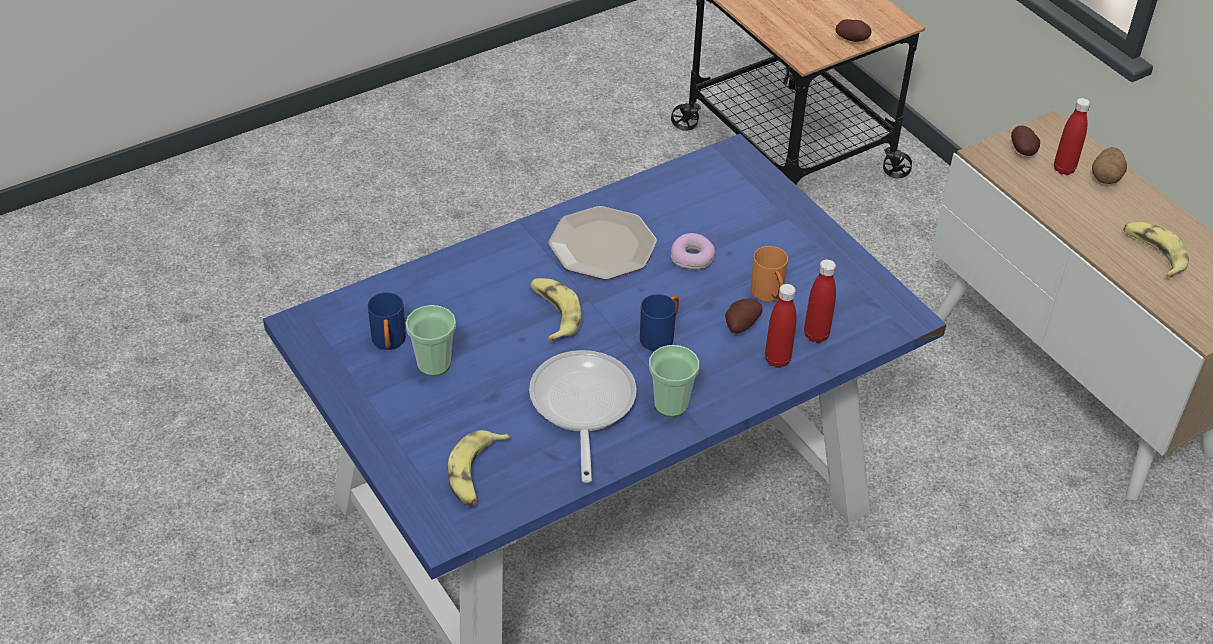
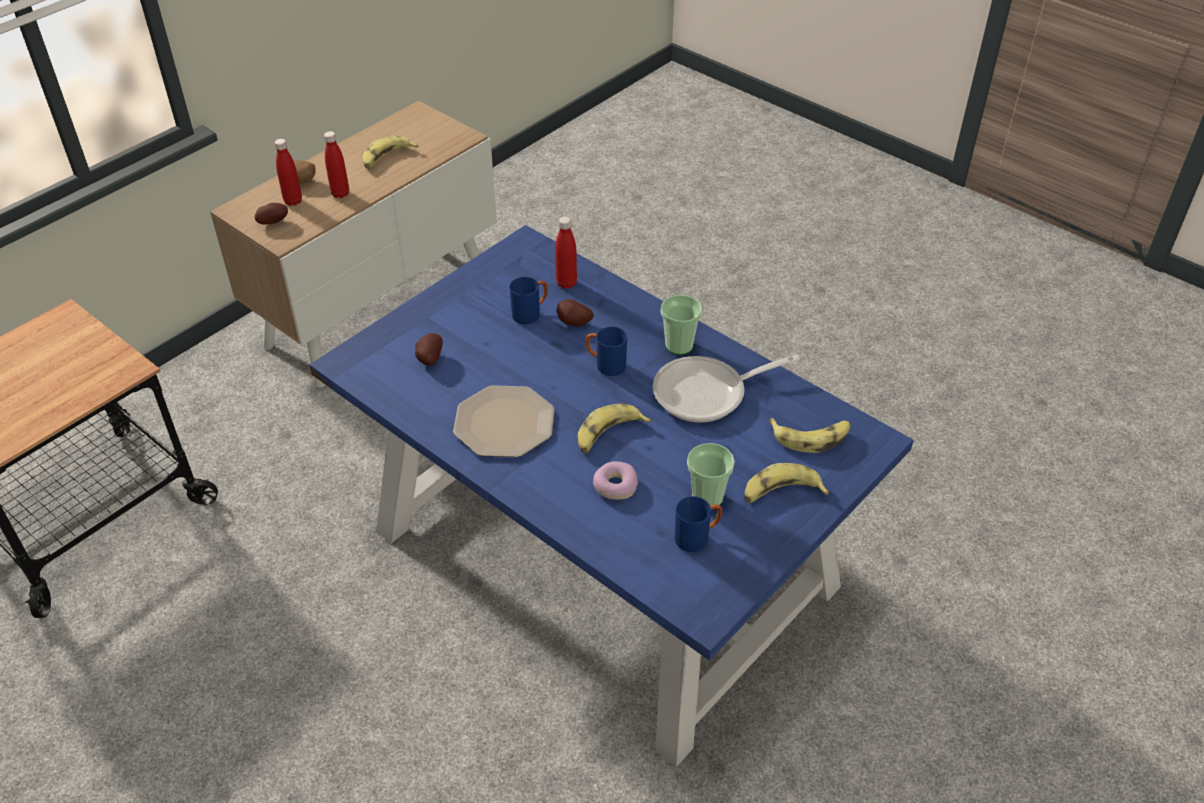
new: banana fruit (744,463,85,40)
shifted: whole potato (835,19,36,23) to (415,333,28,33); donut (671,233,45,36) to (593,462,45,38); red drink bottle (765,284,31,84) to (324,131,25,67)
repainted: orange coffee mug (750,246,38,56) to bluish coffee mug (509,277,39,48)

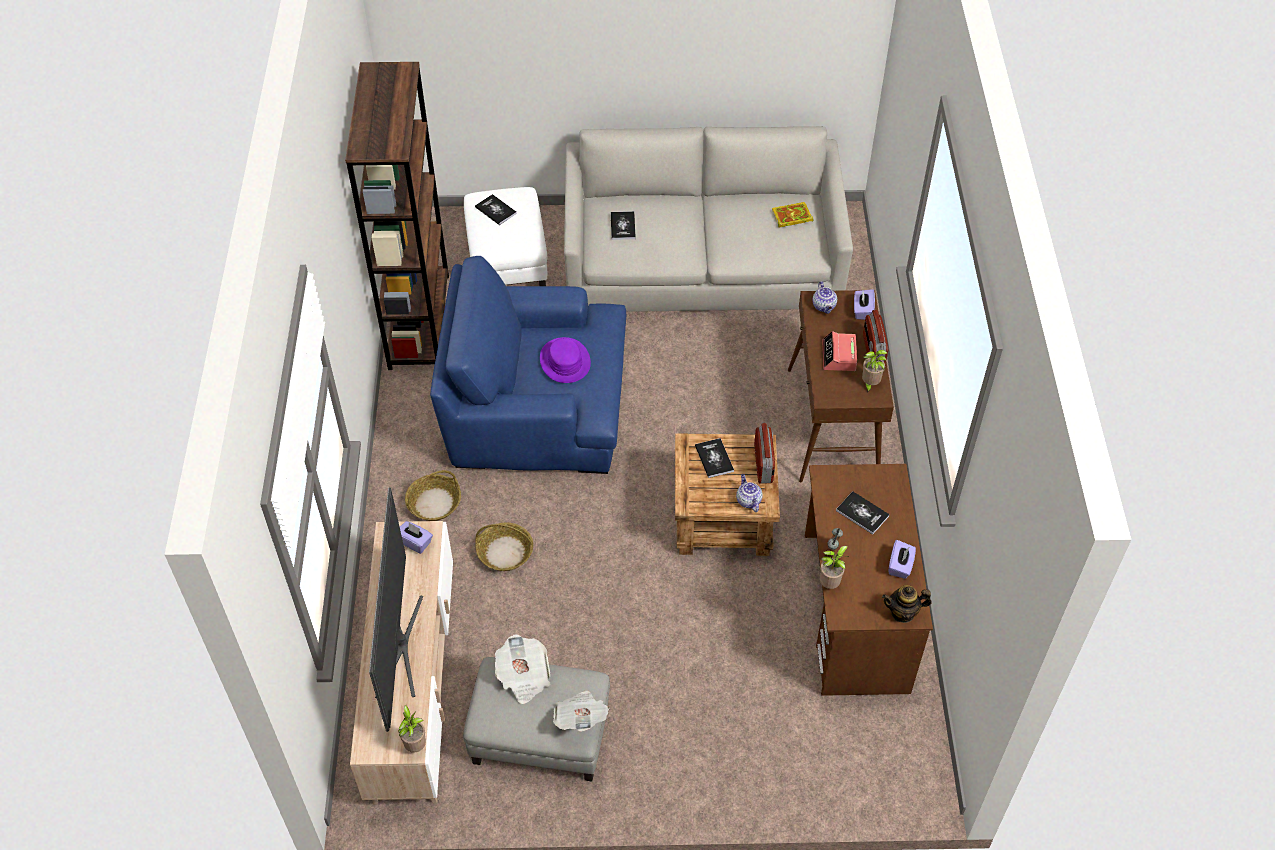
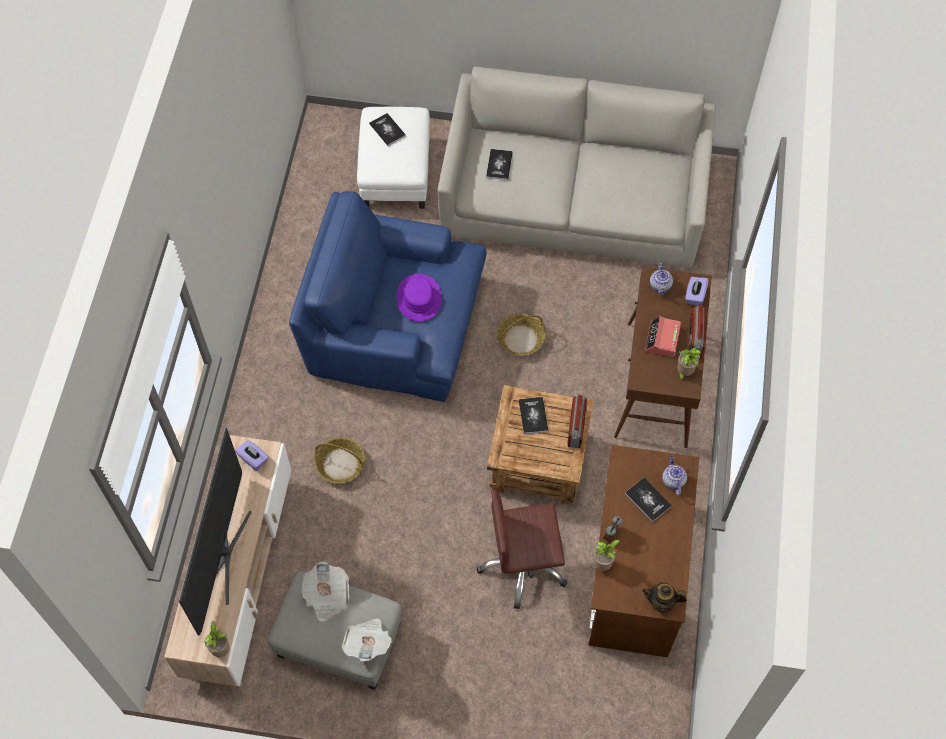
gone: brownish shelving unit (345,62,104,308); book (772,202,42,26); purple tissue box (889,540,27,39)
new: brownish computer chair (477,489,91,120)
shifted: storage basket (405,470,56,51) to (497,314,48,42); teapot (736,474,27,38) to (662,456,25,39)

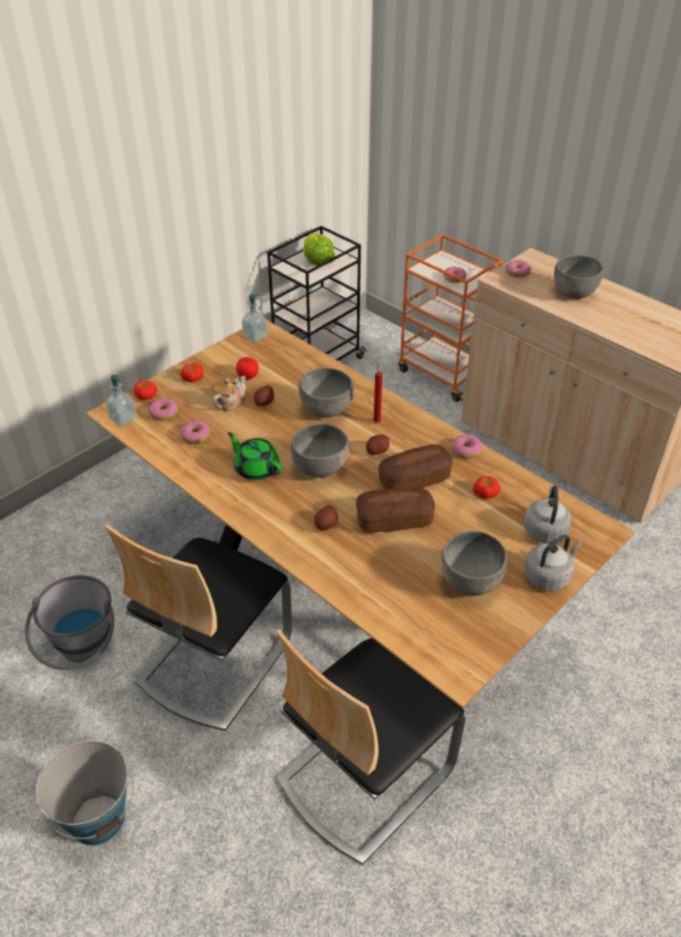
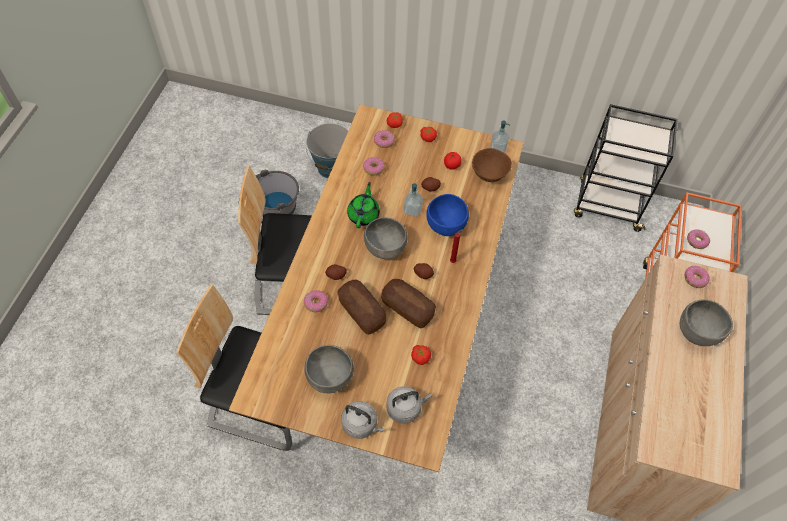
gone: lettuce head (303,233,32,32); teapot (212,376,34,35)
new: brownish bowl (472,148,40,34)
shifted: liquid soap bottle (106,374,30,52) to (403,183,20,34); donut (452,434,30,25) to (304,290,24,22); pail (36,740,98,106) to (306,123,42,55)
repainted: grey bowl (299,368,55,50) to bluish bowl (427,194,42,42)

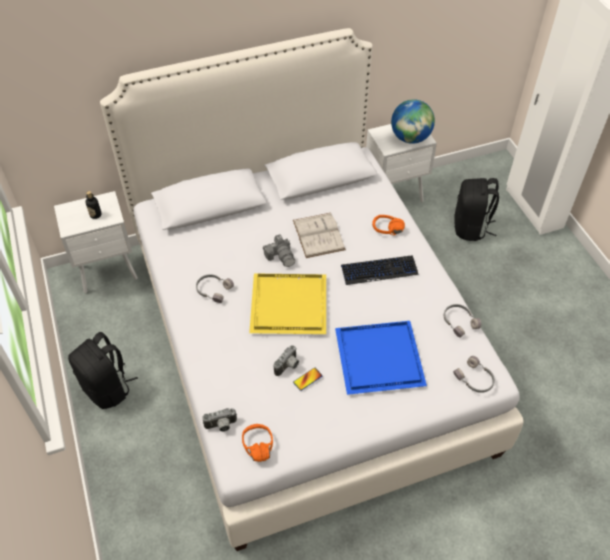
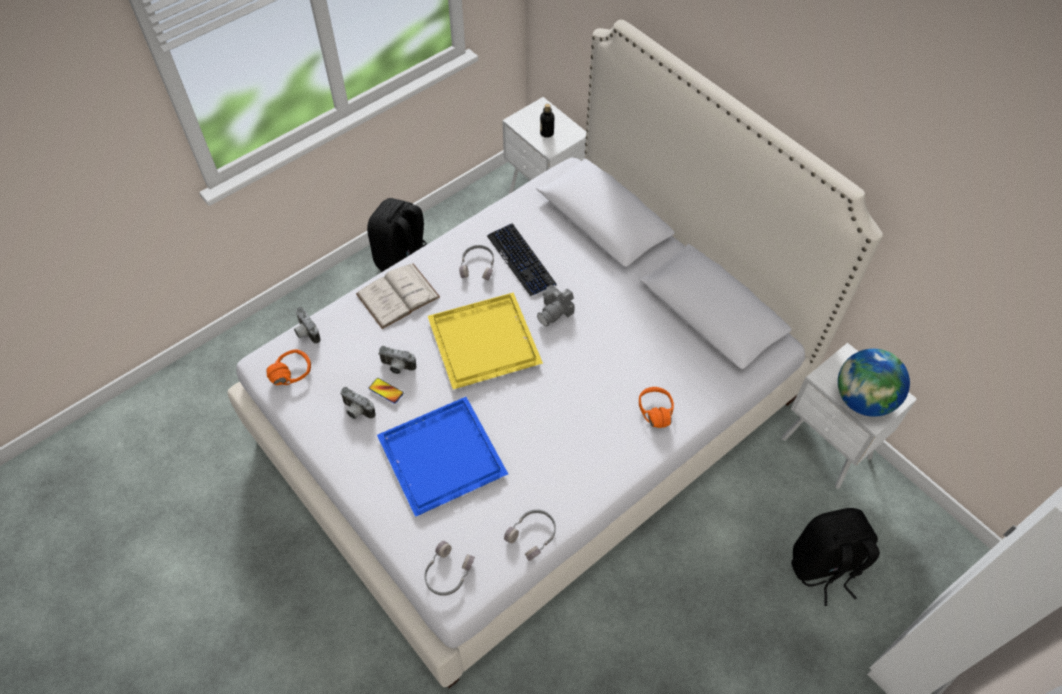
new: still camera (340,387,36,32)
shifted: white-coloured book (293,213,53,45) to (356,264,84,65); PC keyboard (341,255,78,30) to (487,223,69,73)

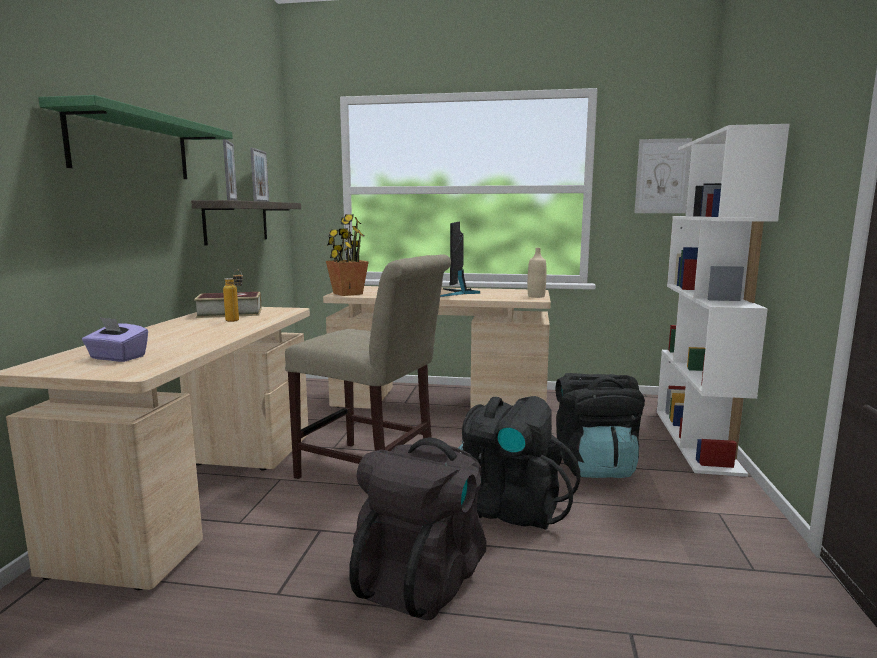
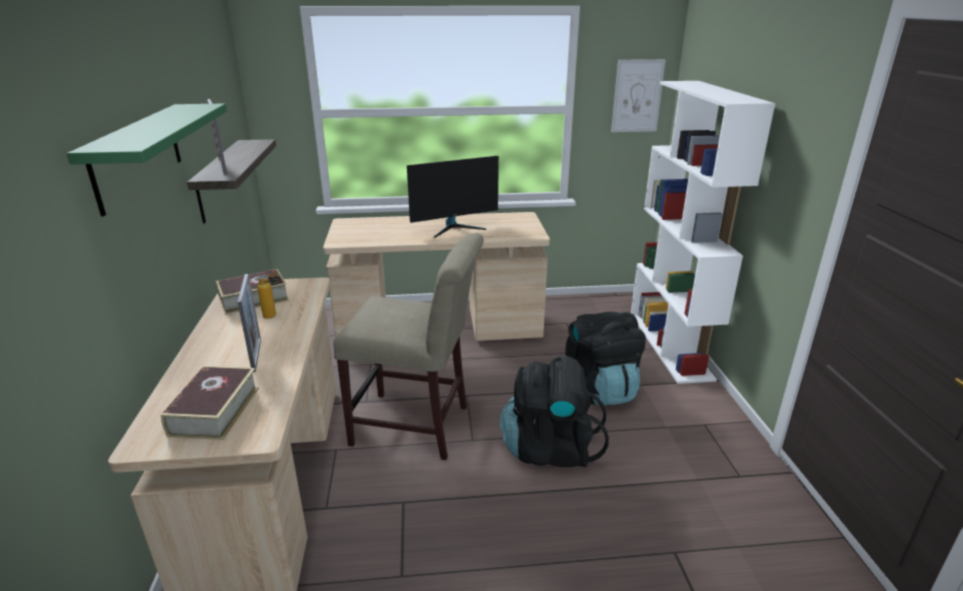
gone: potted plant (326,214,43,82); beige drink bottle (528,248,18,50); black rucksack (349,438,138,182)
shifted: standing frame (250,148,19,54) to (238,274,23,98)
swapped: purple tissue box (82,317,66,45) to book (161,366,98,74)
rotated: computer screen (440,222,40,75) = (407,156,92,82) 105 degrees counterclockwise

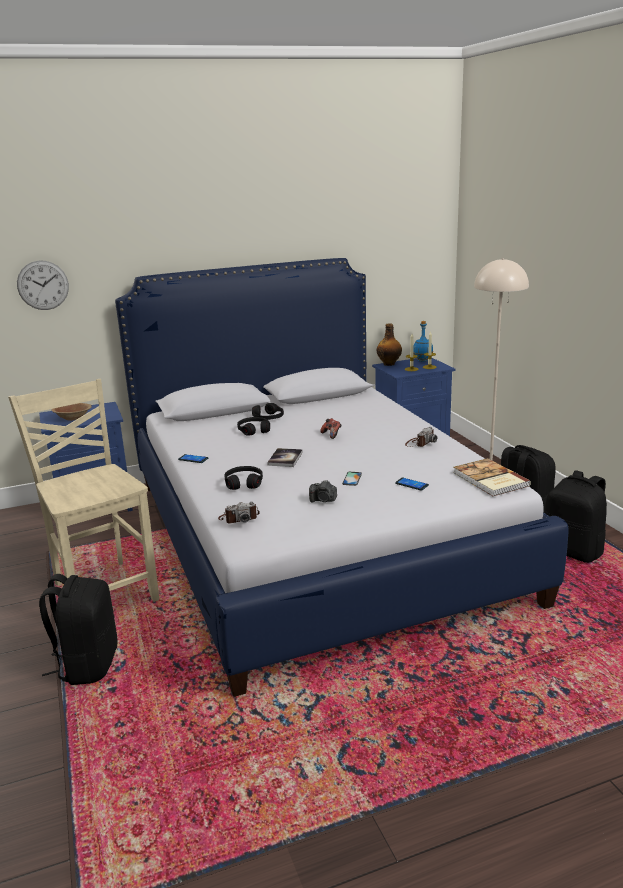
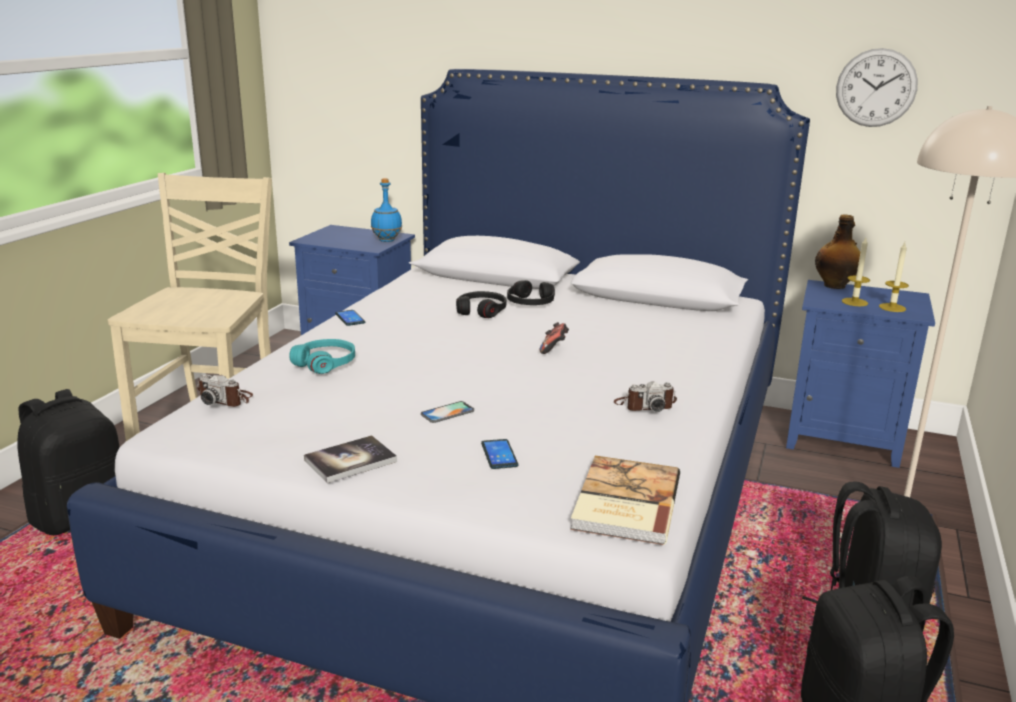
gone: brownish bowl (51,403,41,18); still camera (309,480,28,22)
shifted: clock on the wall (17,260,52,50) to (836,48,82,79); bluish drink bottle (413,321,20,41) to (371,178,31,64); book (267,448,36,19) to (304,436,93,47)
repainted: black headphones (224,466,39,24) to turquoise headphones (289,339,66,35)

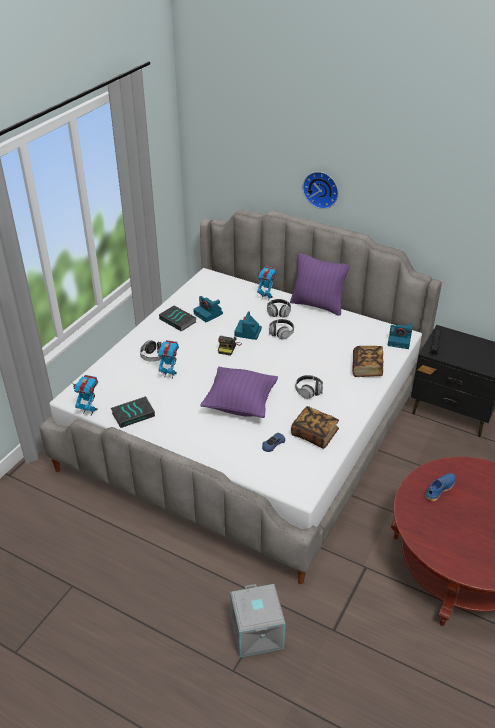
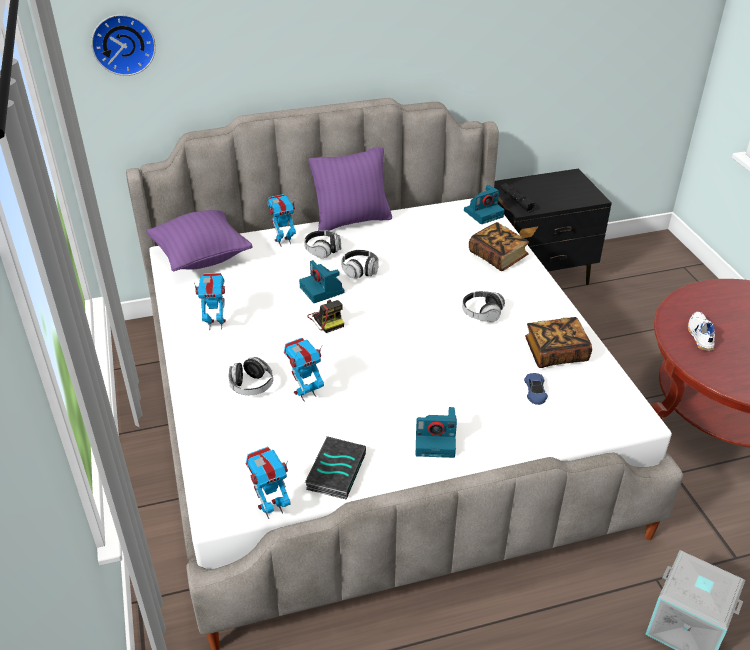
shifted: clock on the wall (303,172,35,37) to (91,15,65,61); still camera (193,296,30,27) to (416,407,41,51); purple pillow (201,367,77,51) to (146,210,106,62)
swapped: book (159,306,37,26) to model robot (194,273,32,57)
repainted: bluish low shoe (425,473,31,28) to white-coloured low shoe (688,312,27,39)

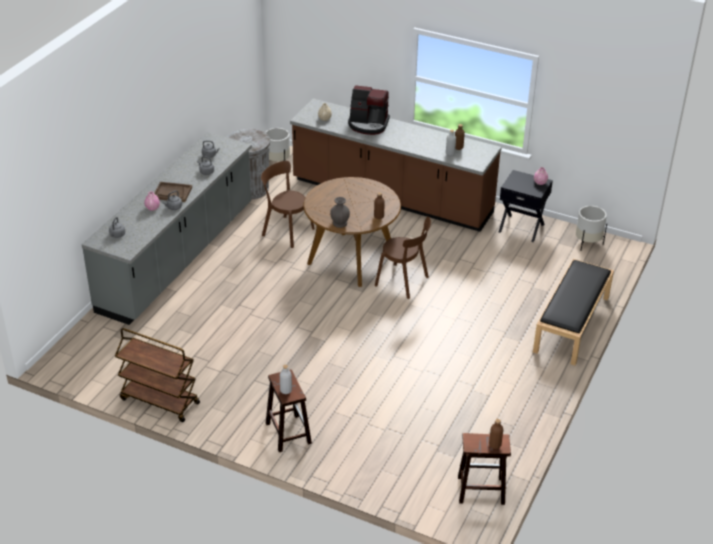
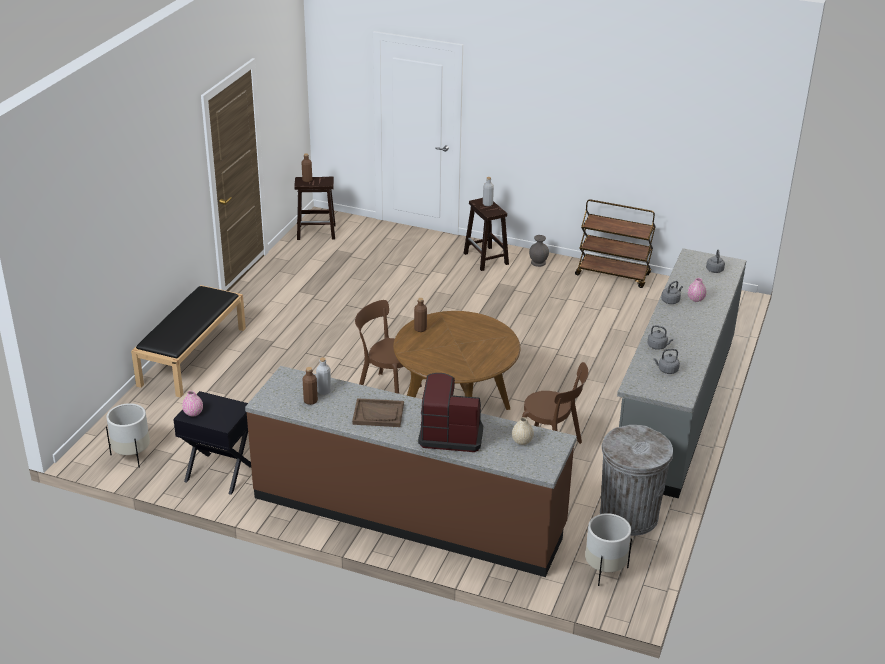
shifted: brownish tray (154,182,38,20) to (352,398,52,29); grey decorative vase (330,197,20,31) to (529,235,20,32)

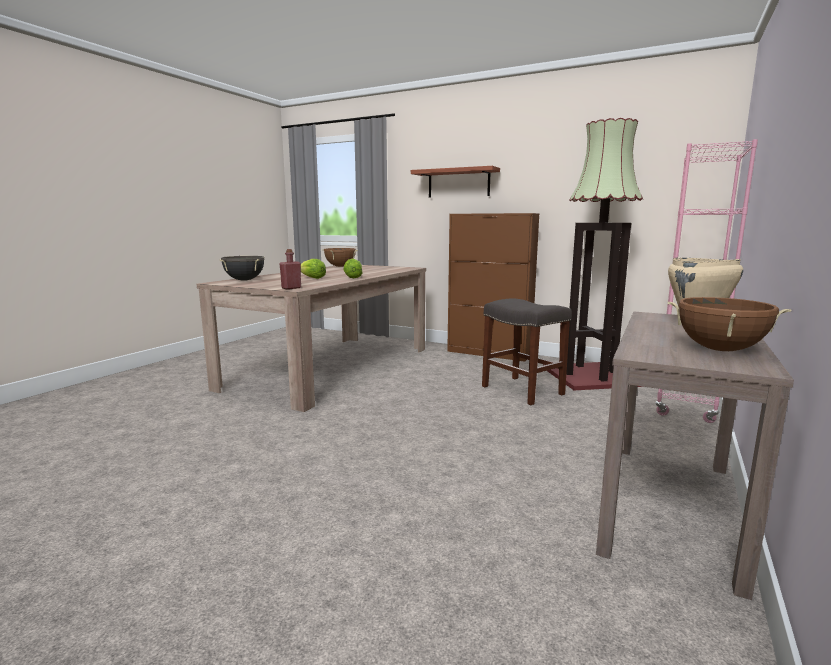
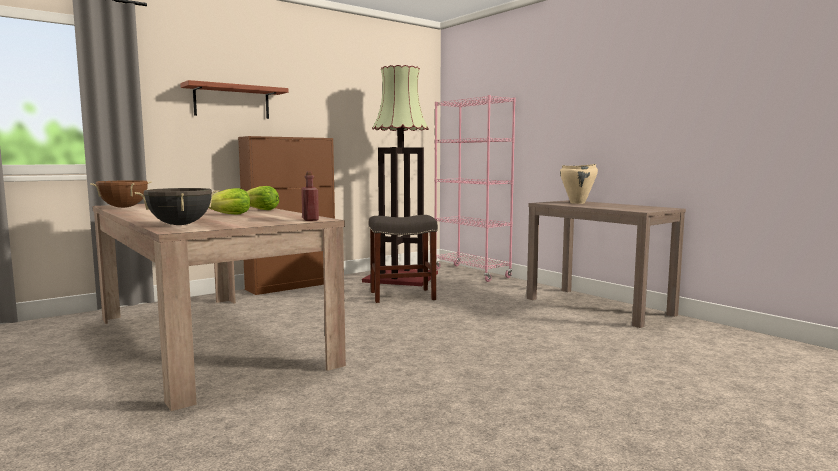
gone: brownish saucepot (668,297,124,54)

